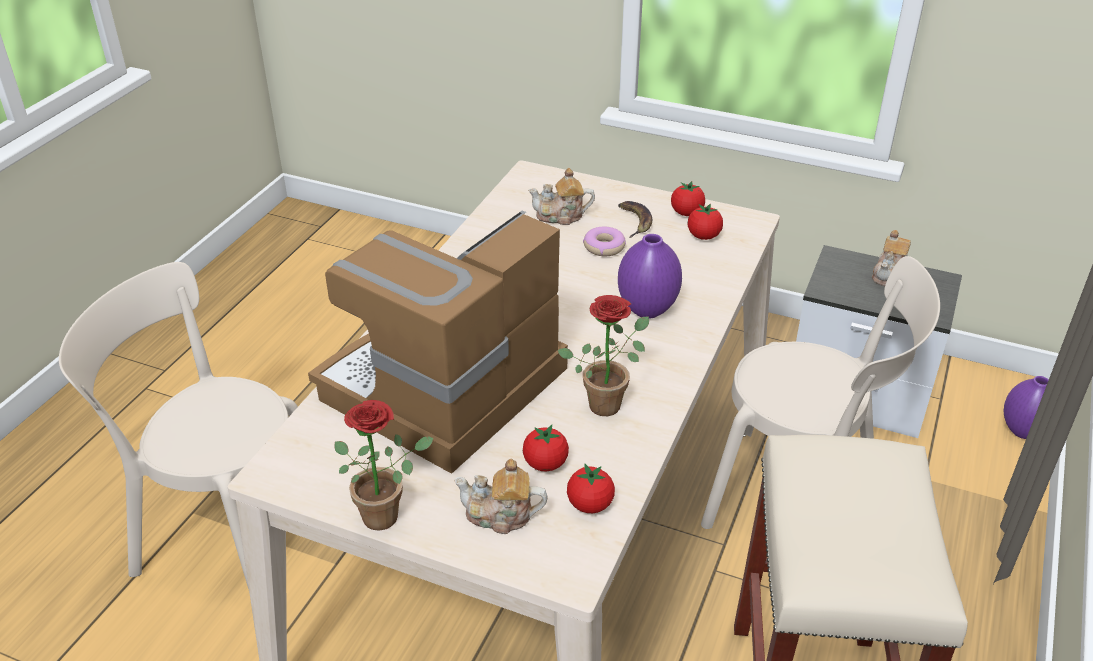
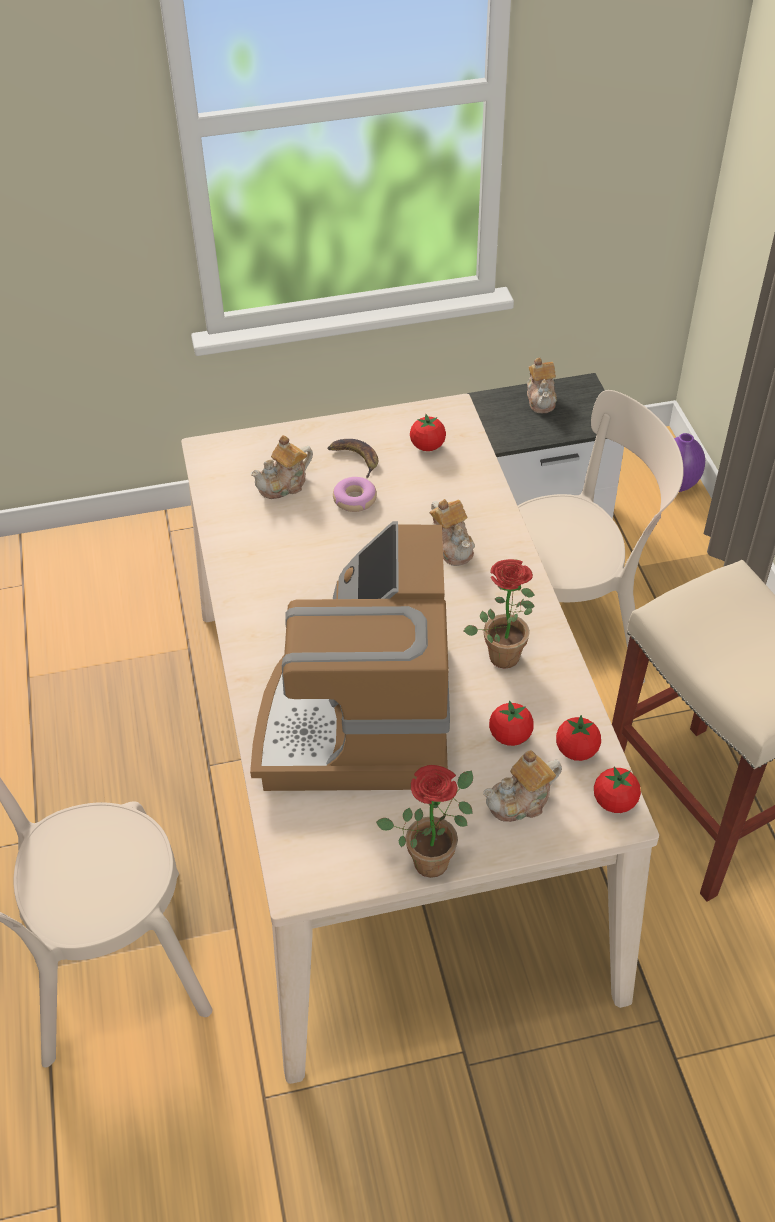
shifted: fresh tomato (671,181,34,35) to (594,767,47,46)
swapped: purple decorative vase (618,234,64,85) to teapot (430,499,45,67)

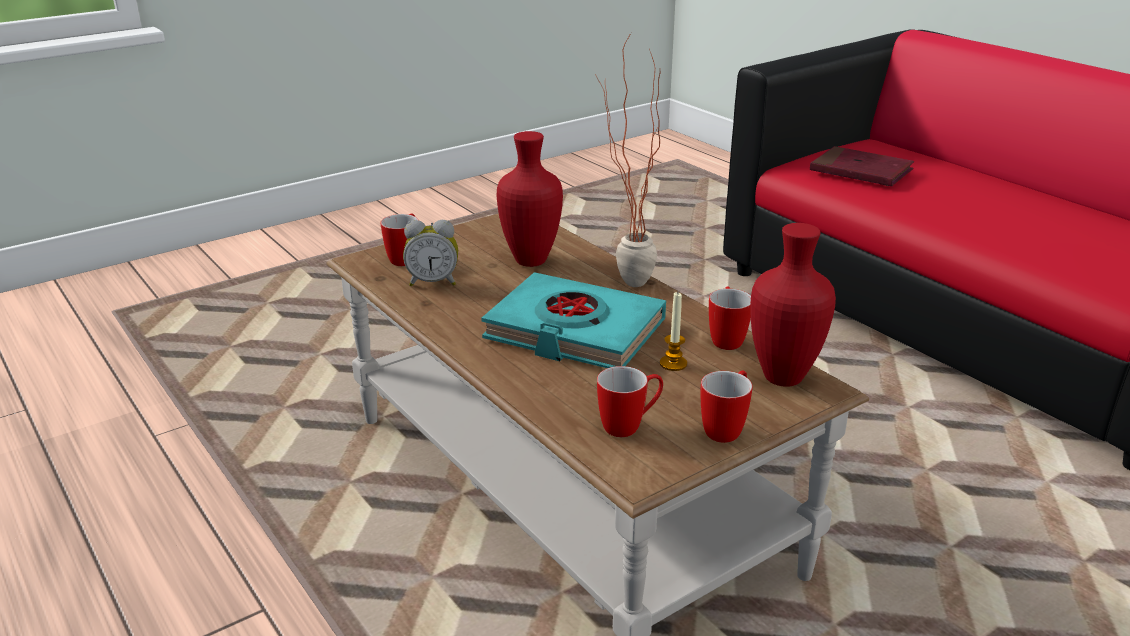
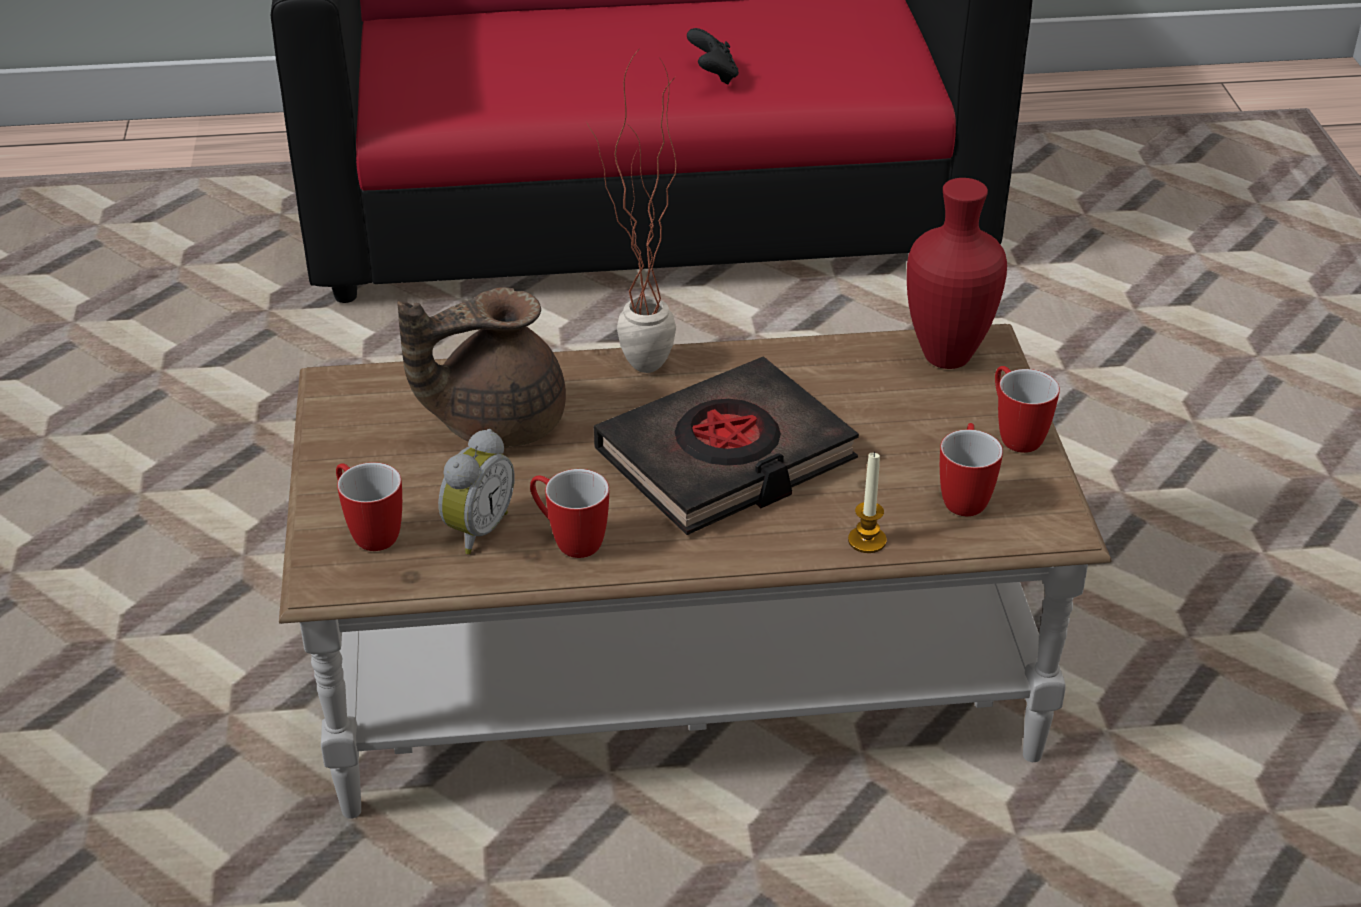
gone: red book (810,146,104,40)
new: black joypad (687,28,52,56)
shifted: coffee mug (709,287,42,63) to (530,469,79,89); wax light (660,292,27,79) to (848,452,39,101)
swapped: red decorative vase (497,131,66,136) to brownish teapot (397,287,169,161)
repainted: turquoise book (481,272,185,96) to black book (594,357,265,178)

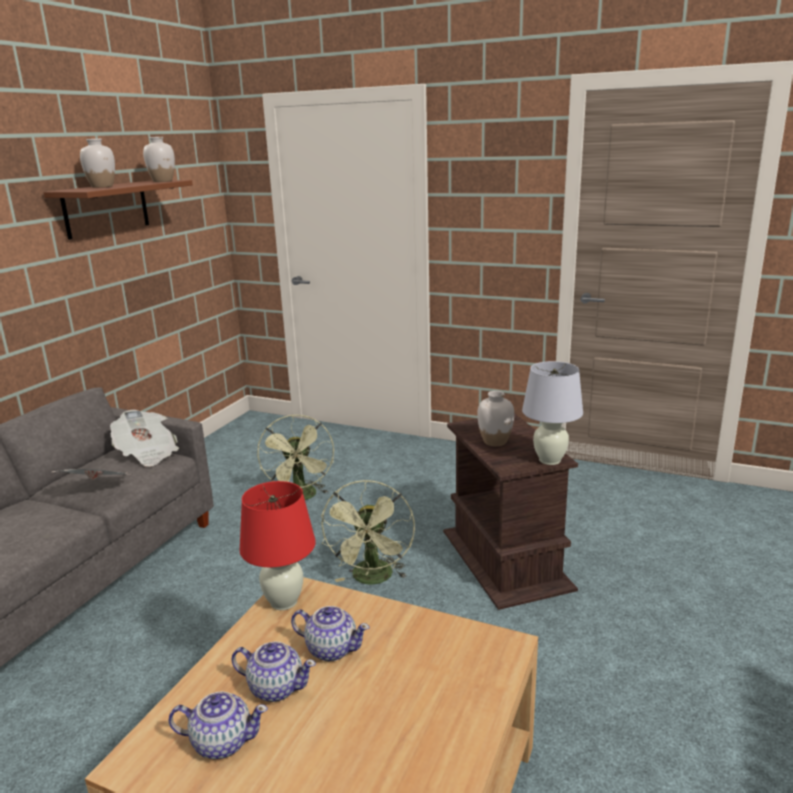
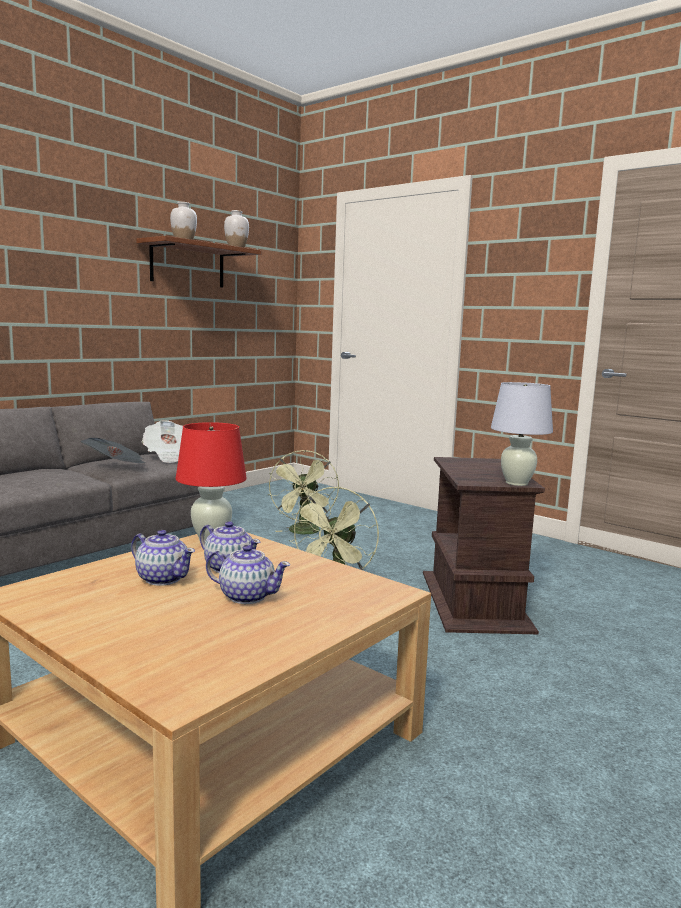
gone: white-coloured decorative vase (477,391,37,55)
shifted: teapot (169,691,99,68) to (206,545,84,59)

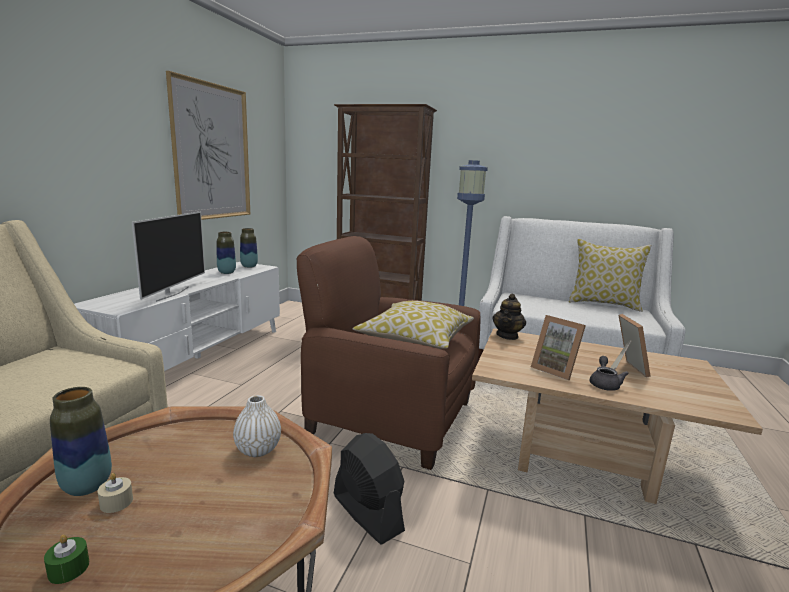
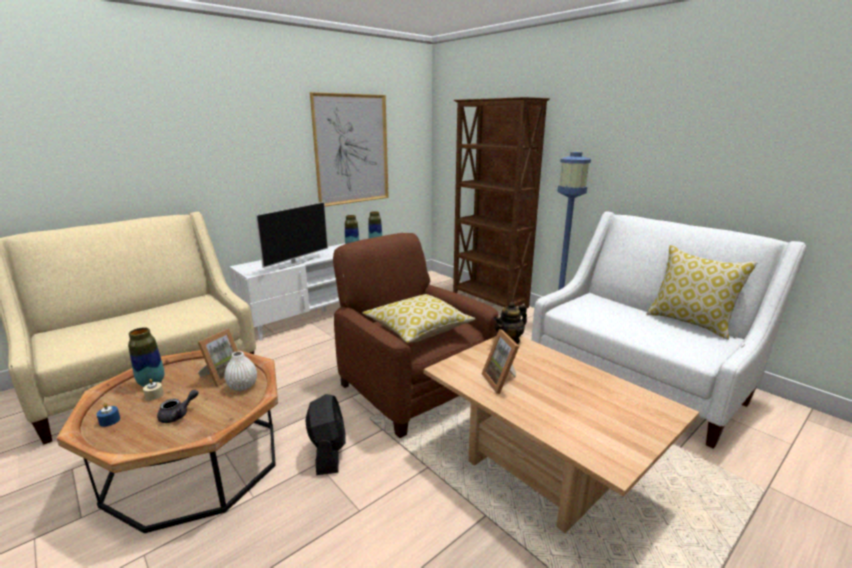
shifted: standing frame (610,314,41,64) to (198,329,40,58); grey teapot (590,356,39,35) to (157,389,41,34)
repainted: greenish wax light (44,535,45,49) to bluish wax light (96,403,24,24)

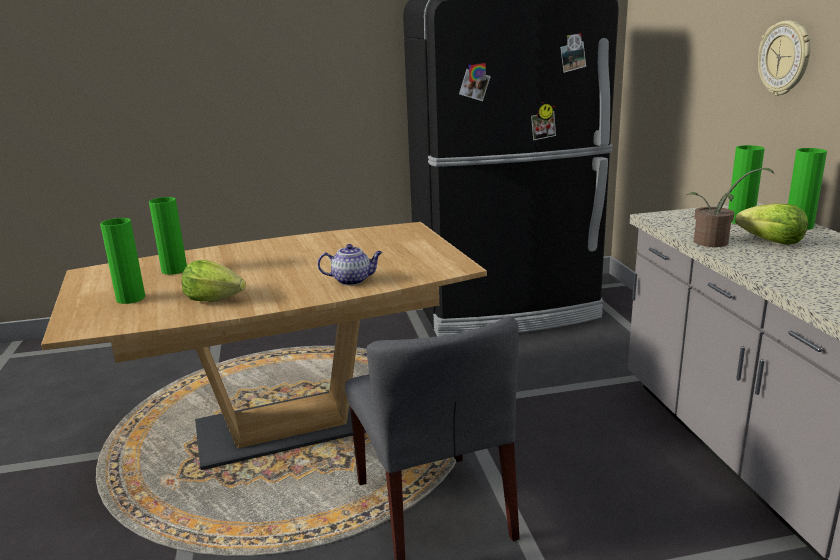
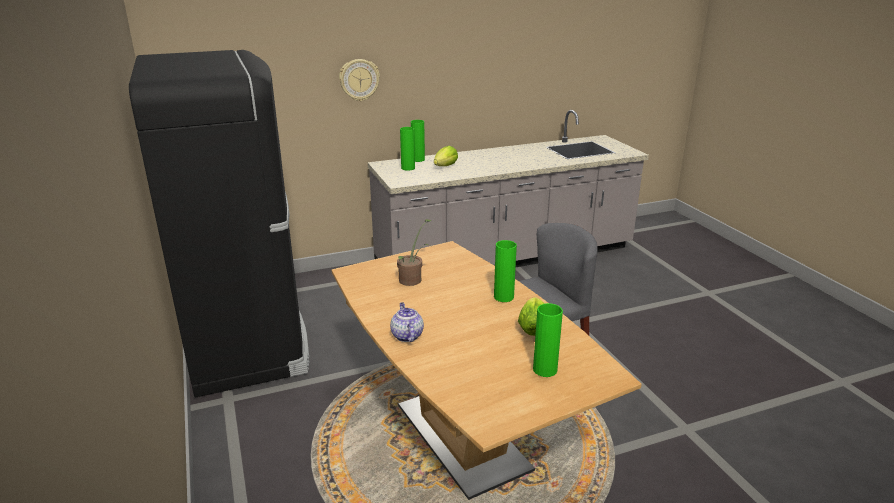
shifted: potted plant (687,168,87,79) to (397,219,35,67); greenish decorative vase (149,197,38,78) to (494,240,23,62); teapot (317,244,66,41) to (390,303,34,39)

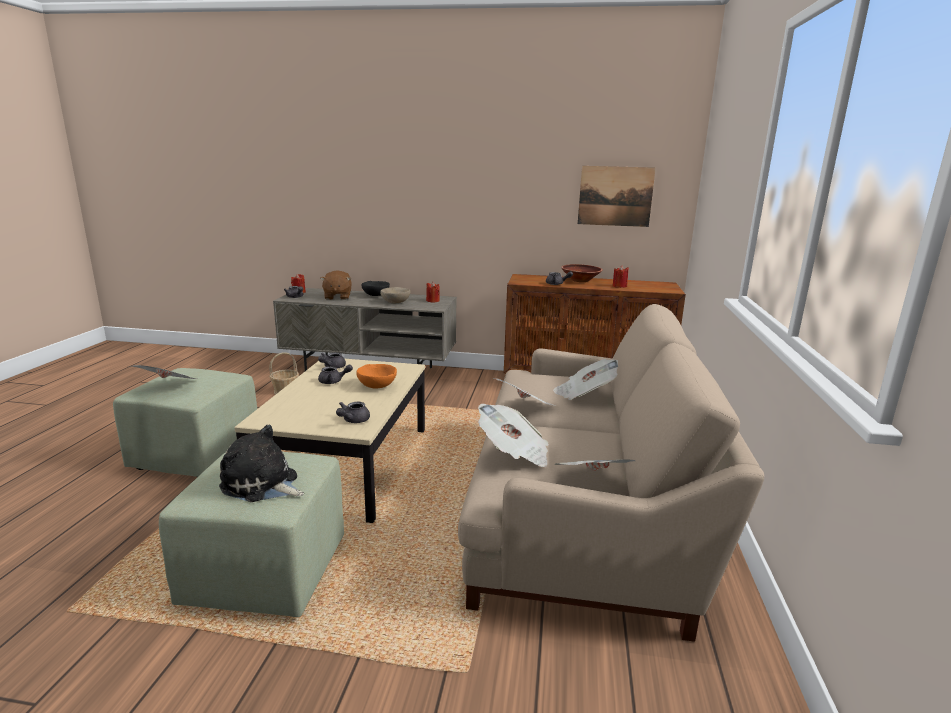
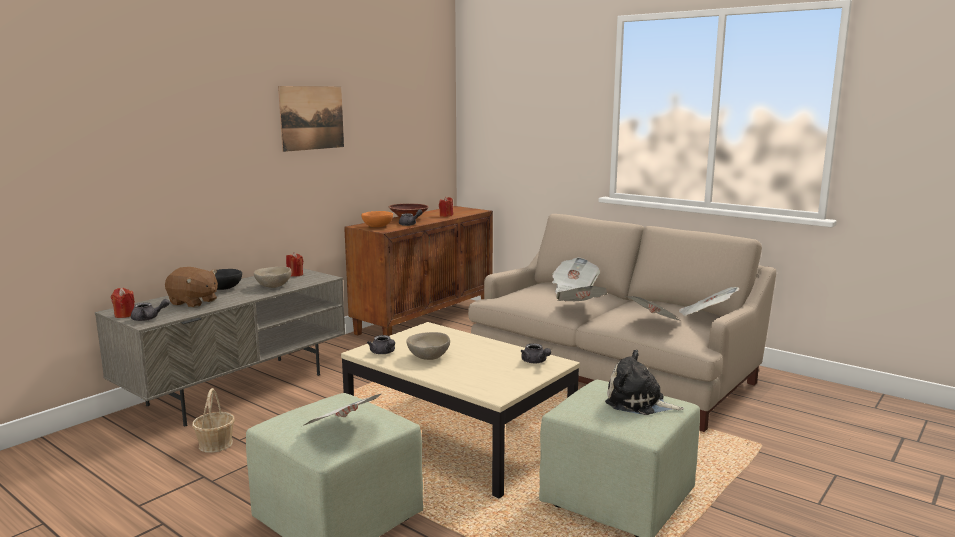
shifted: picture (578,166,78,61) to (278,86,66,66); orange bowl (356,364,41,25) to (361,211,32,16)
swapped: grey teapot (318,365,35,19) to beige bowl (406,332,44,28)
rotated: soft toy (219,425,85,77) = (605,350,79,65) 60 degrees clockwise

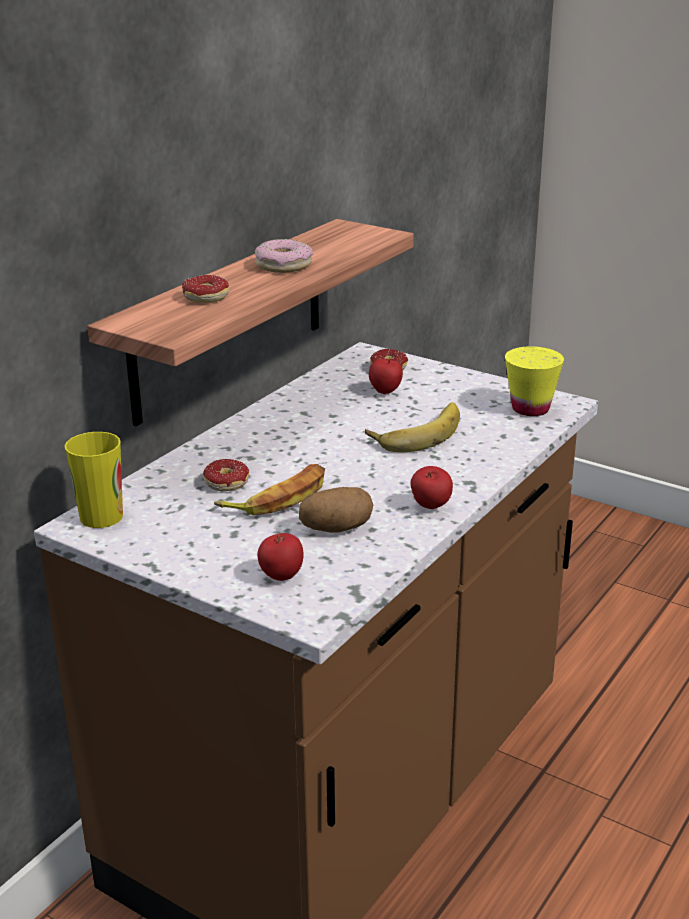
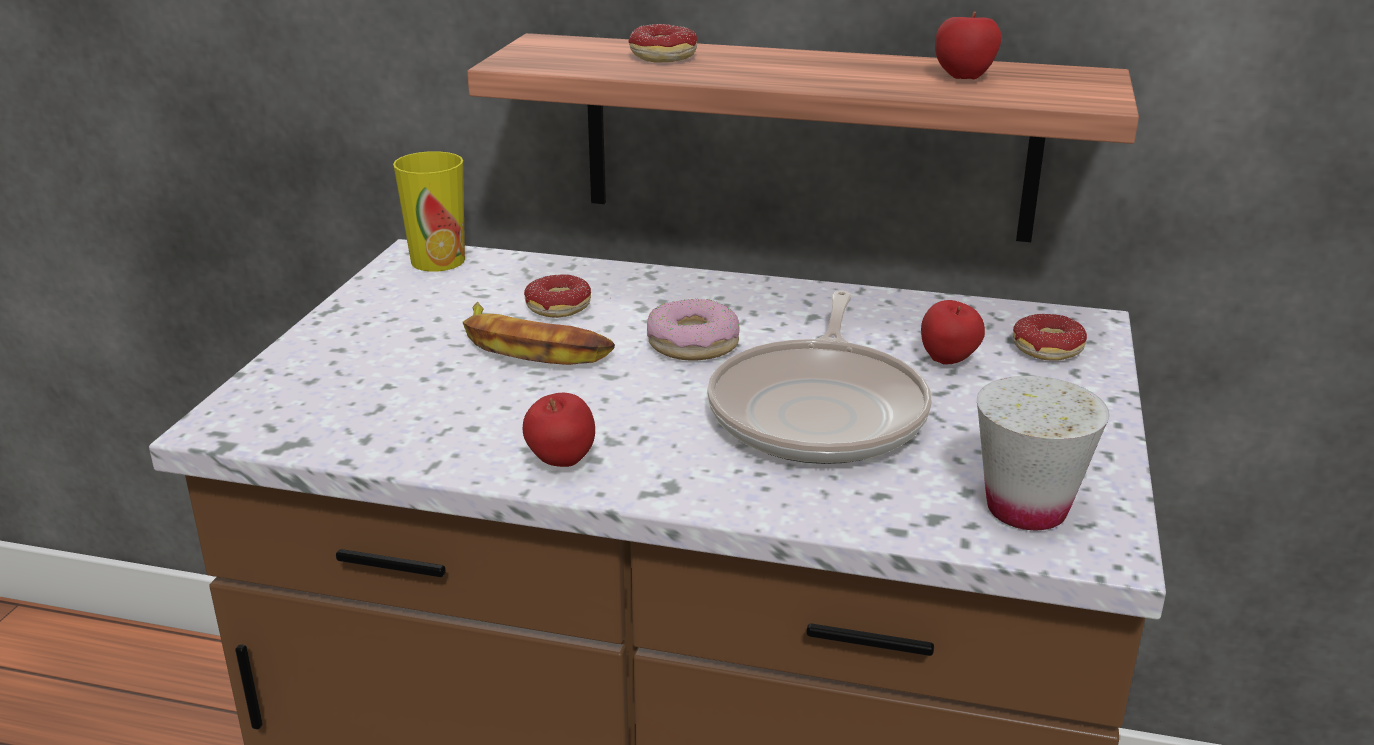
gone: whole potato (299,487,74,46)
shifted: donut (255,239,58,34) to (647,299,93,61); apple (257,533,47,48) to (935,11,66,68)
swapped: banana fruit (365,402,95,50) to skillet (707,290,225,174)
repainted: yellow-coloured cup (505,346,59,70) to white-coloured cup (977,376,132,154)

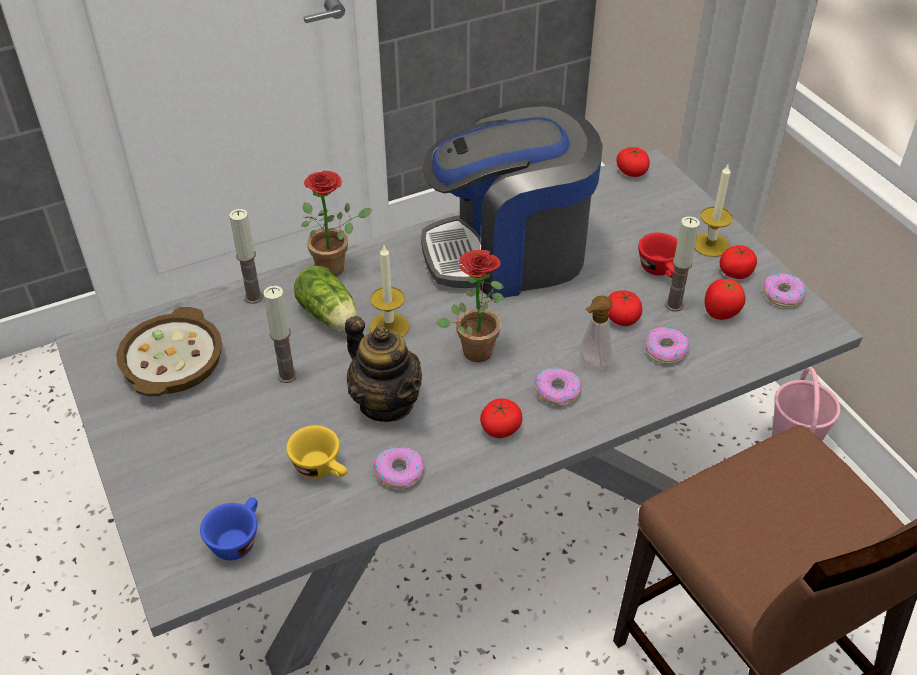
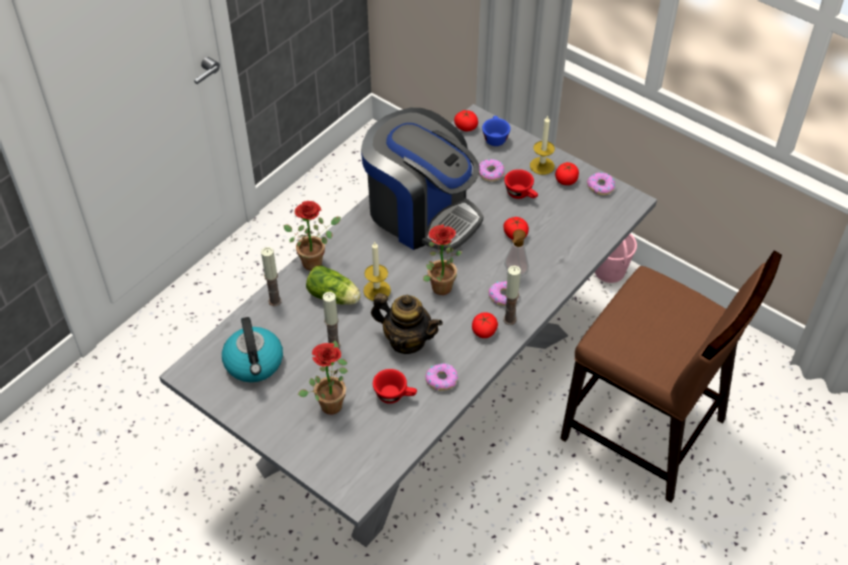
gone: fresh tomato (705,279,40,41)
new: potted plant (298,341,50,73)
shifted: wax light (665,216,35,96) to (503,266,18,59); donut (646,327,44,37) to (479,159,26,23); bluish cup (200,497,58,63) to (482,116,29,30)
swapped: bowl (116,307,106,89) to water kettle (222,317,61,65)
repainted: yellow-coloured cup (286,425,62,54) to red cup (373,369,44,35)
rotated: coffee maker (421,101,182,198) = (361,108,122,143) 105 degrees counterclockwise

